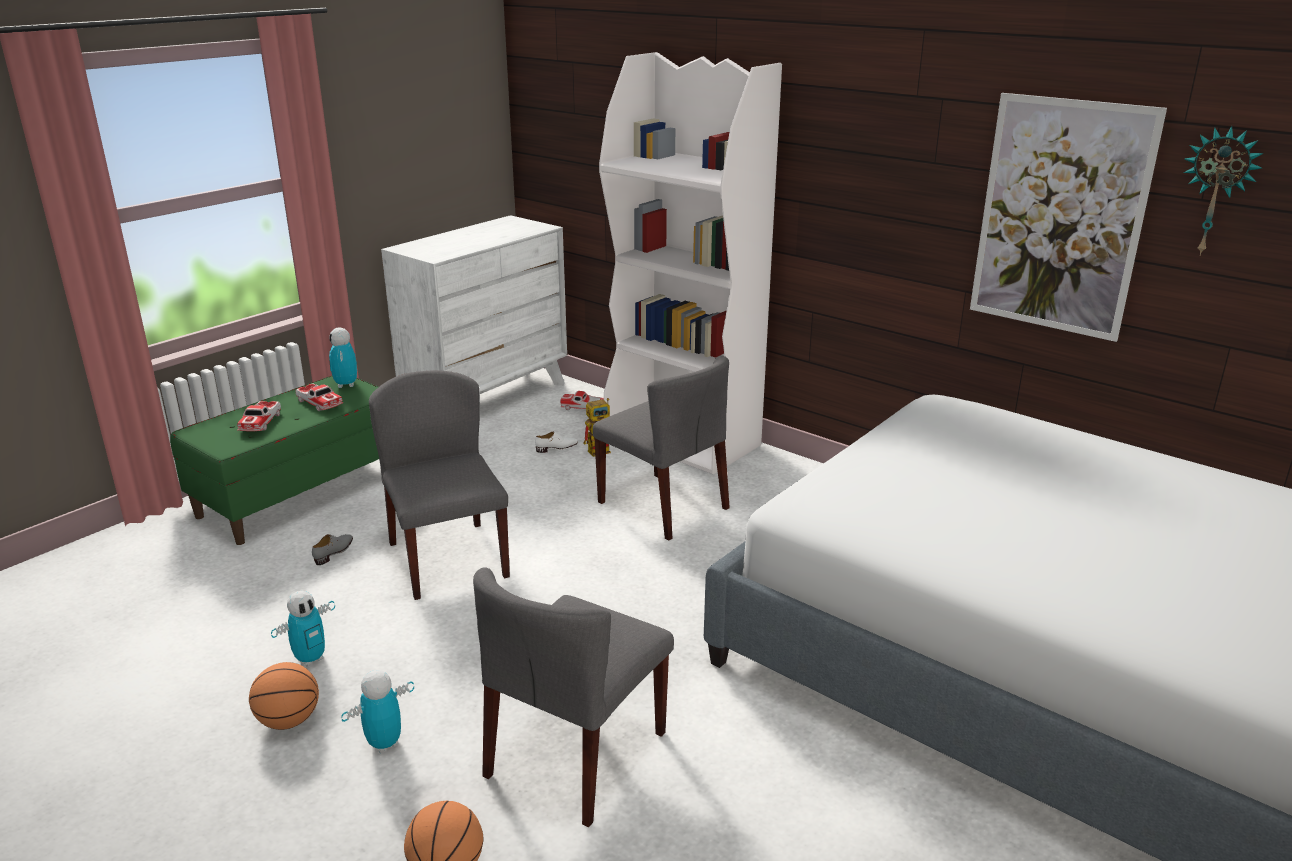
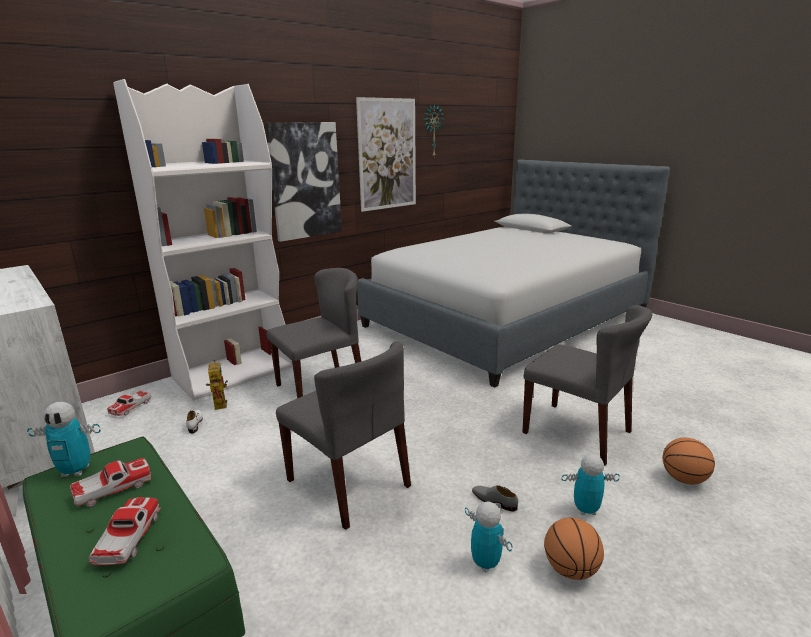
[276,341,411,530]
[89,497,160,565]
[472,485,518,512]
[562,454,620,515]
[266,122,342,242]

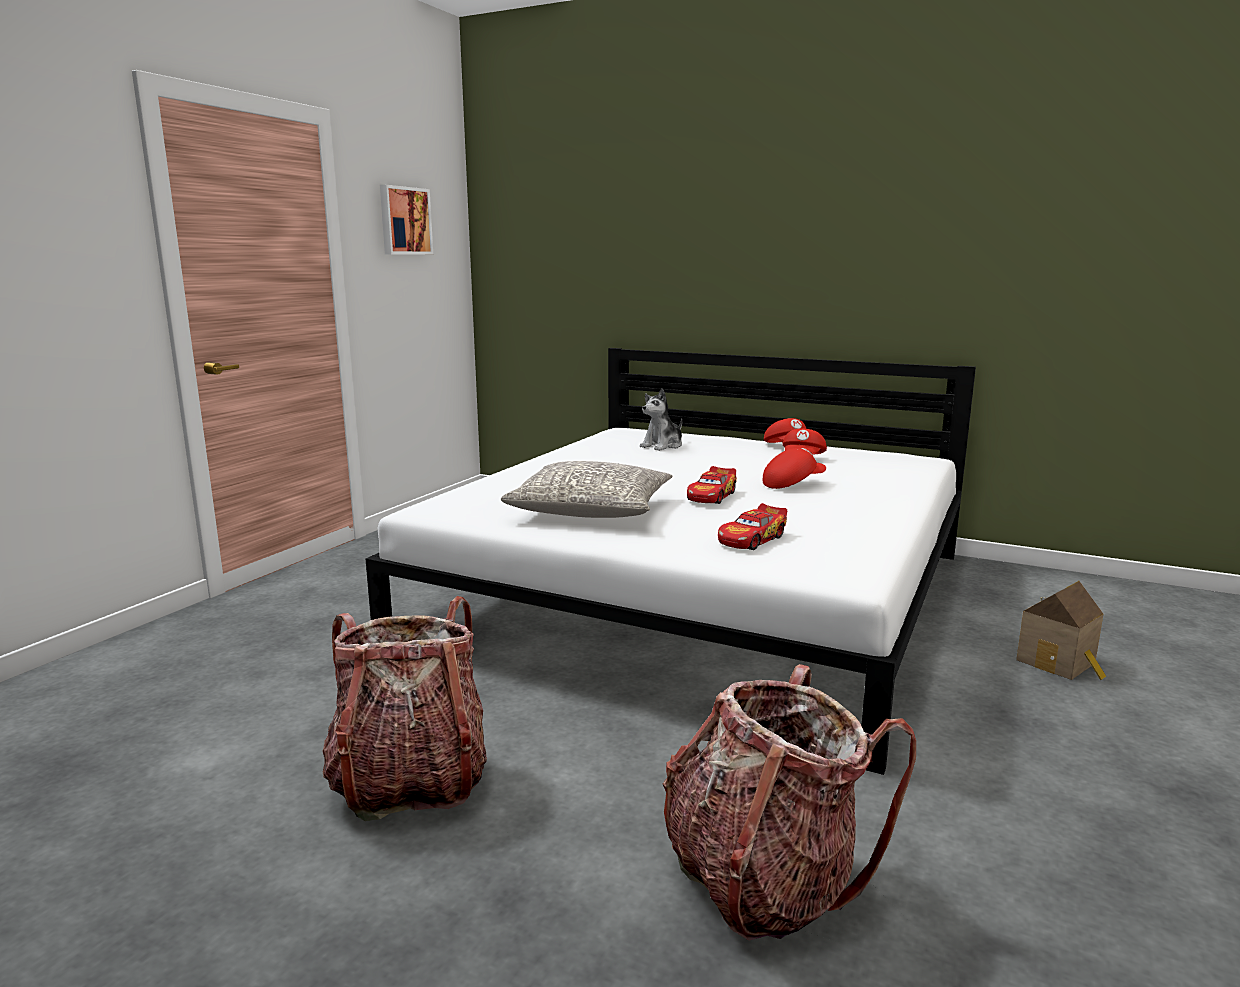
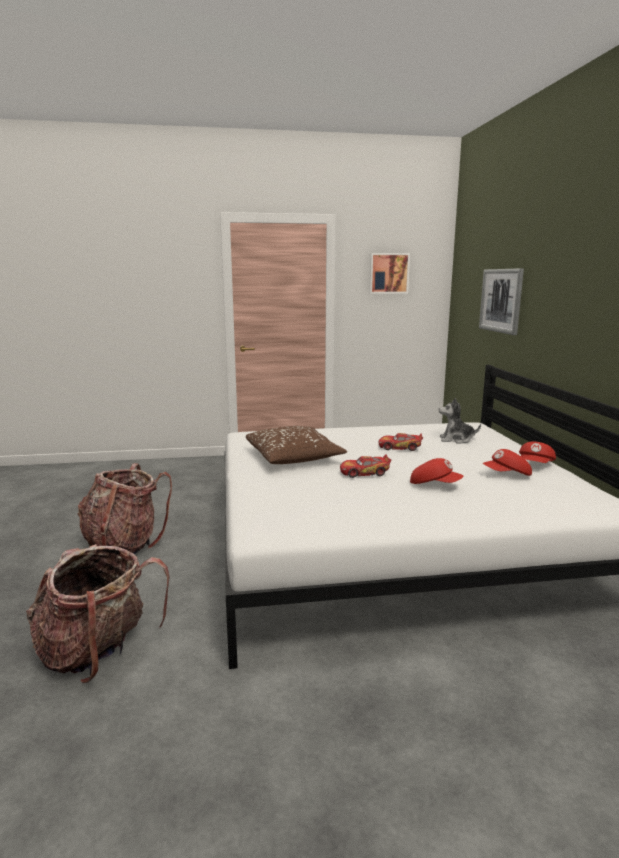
[246,426,347,464]
[379,433,423,451]
[1016,581,1106,680] (first image)
[479,268,524,335]

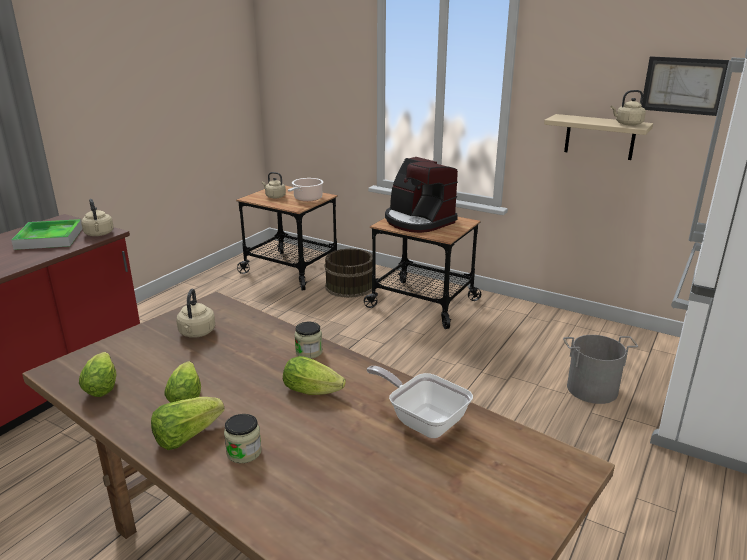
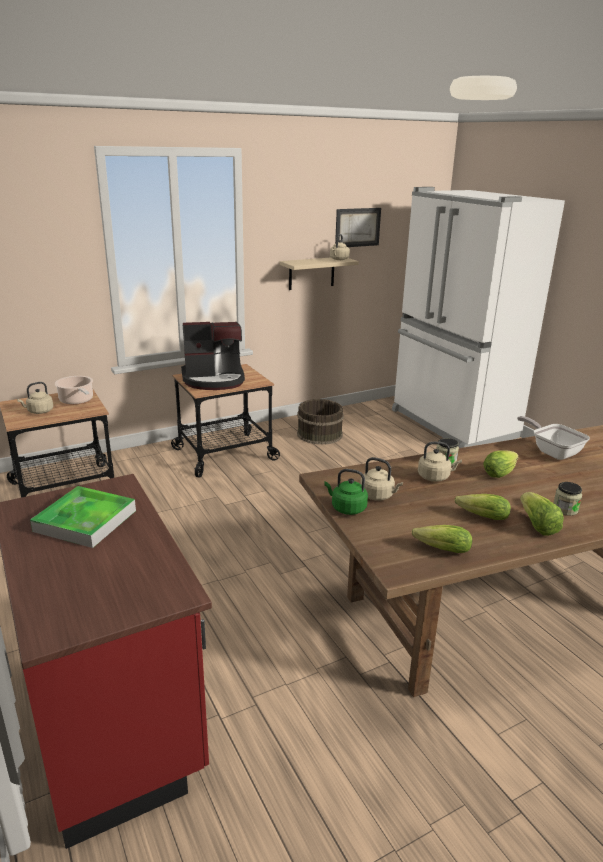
[418,442,462,482]
[297,399,344,445]
[563,335,638,404] (first image)
[517,416,590,460]
[324,469,368,515]

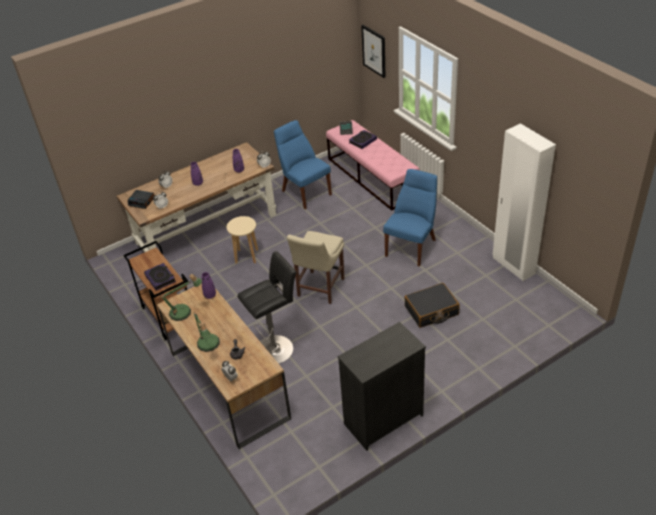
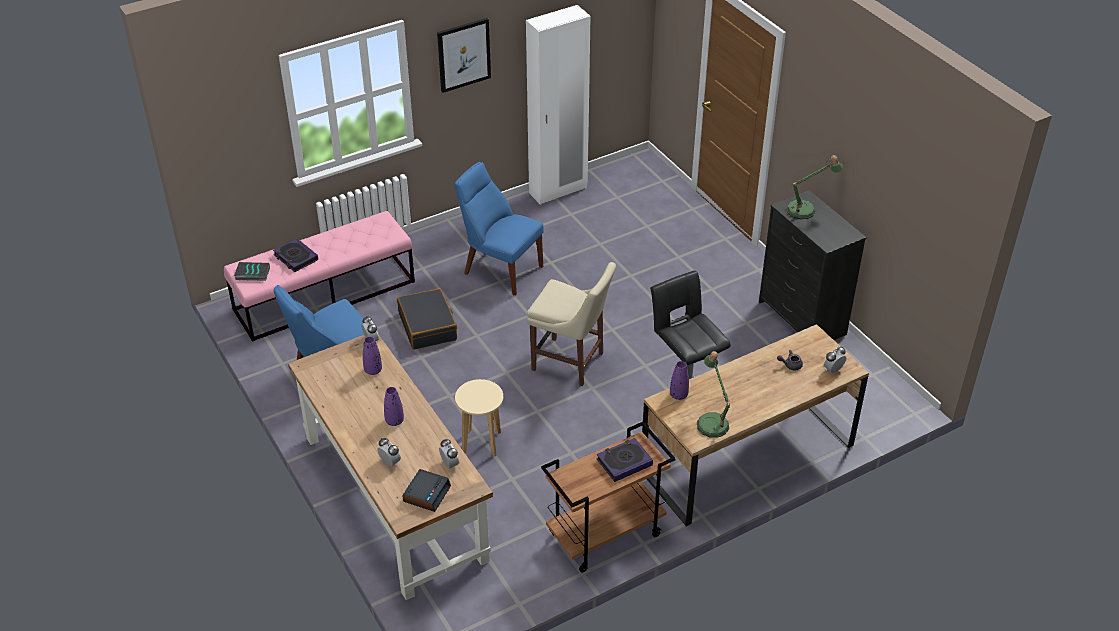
[437,18,491,93]
[397,288,457,350]
[786,155,843,219]

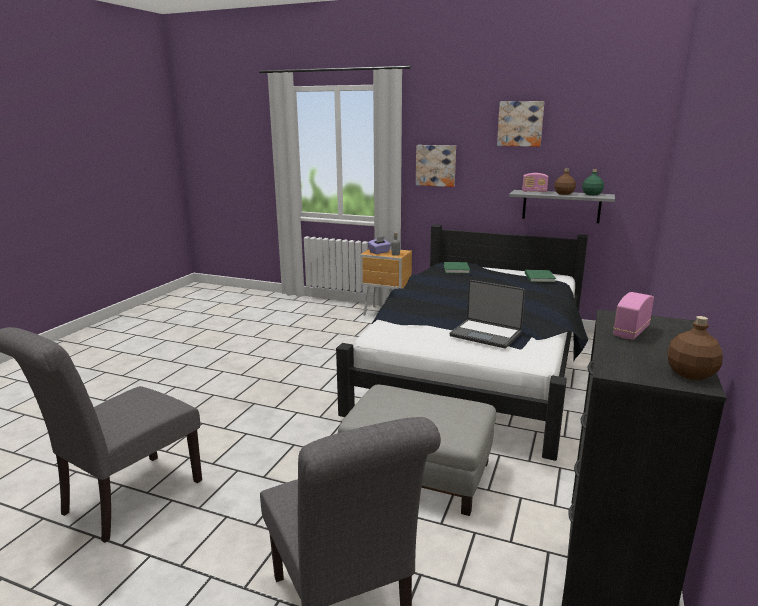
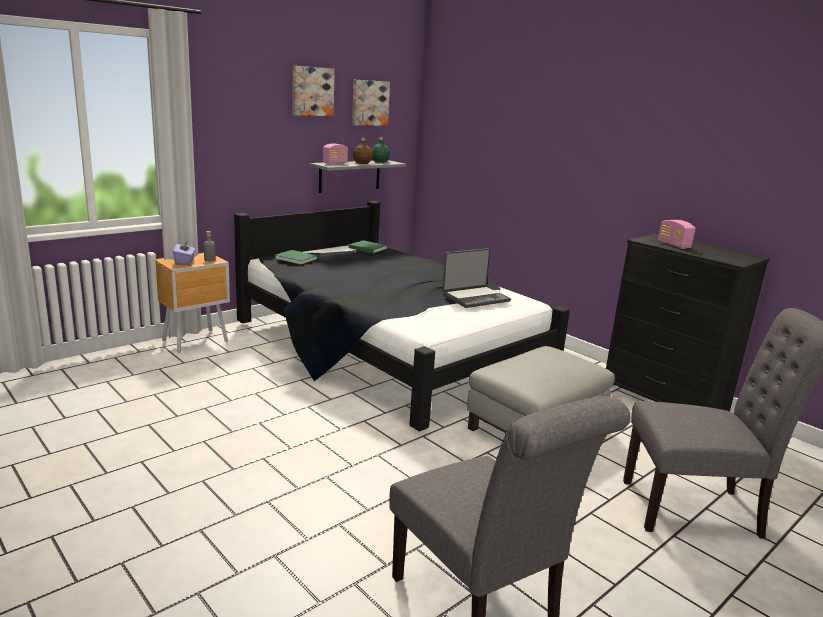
[352,80,390,126]
[668,316,723,380] (first image)

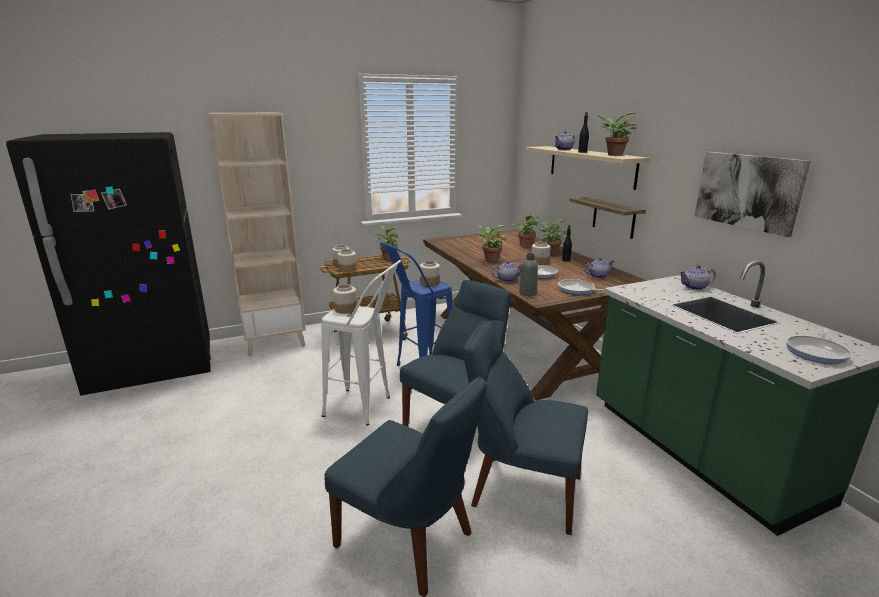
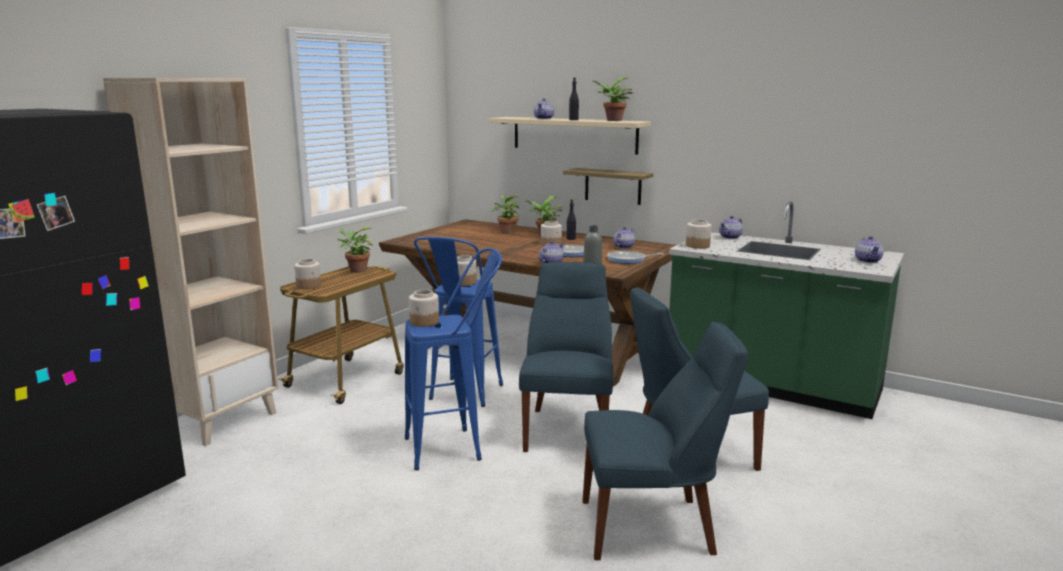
[694,152,811,237] (first image)
[478,225,506,262] (first image)
[686,219,711,249]
[405,248,502,470]
[855,236,884,263]

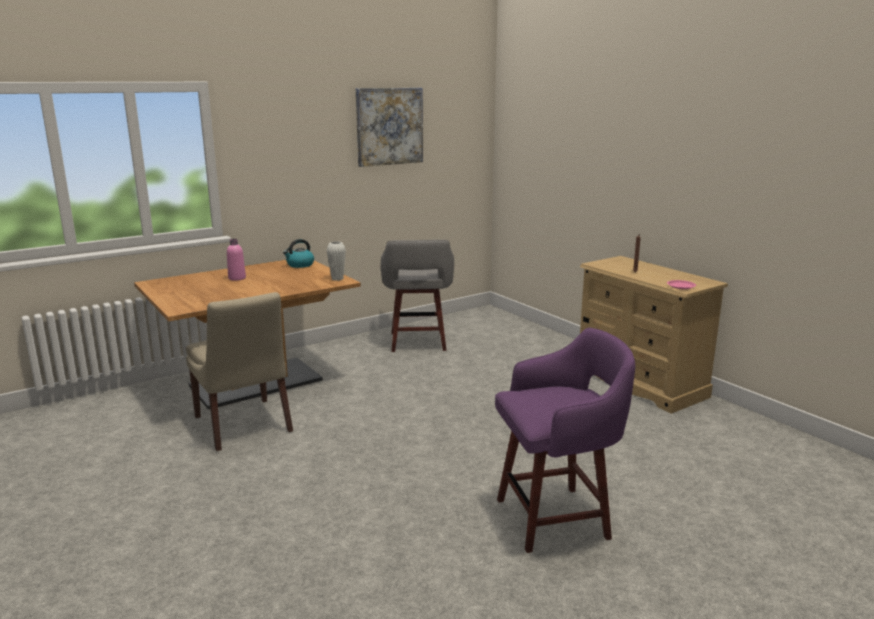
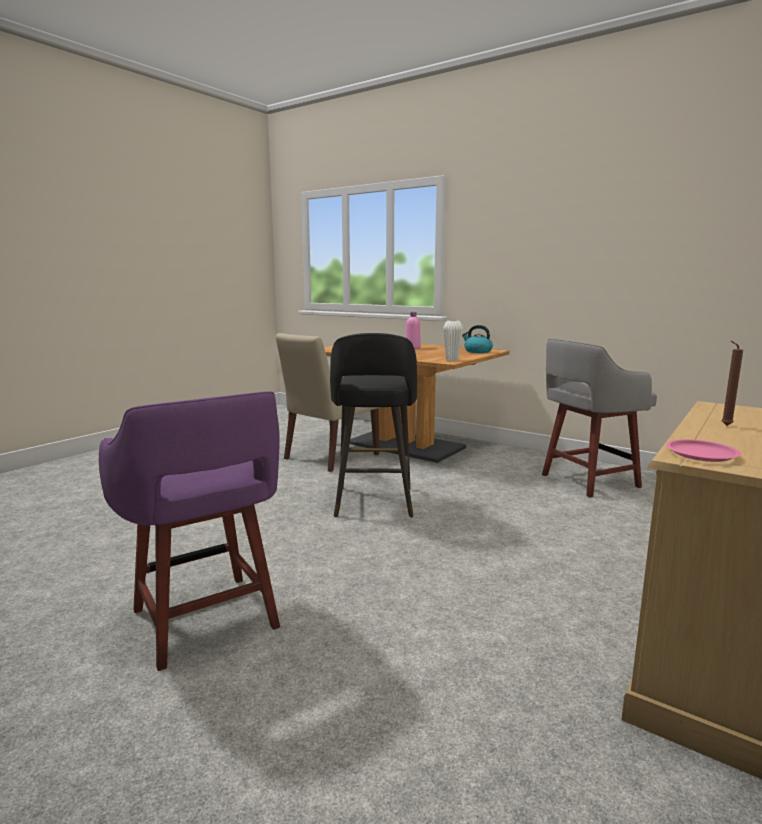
[356,88,423,167] (first image)
[330,333,417,517]

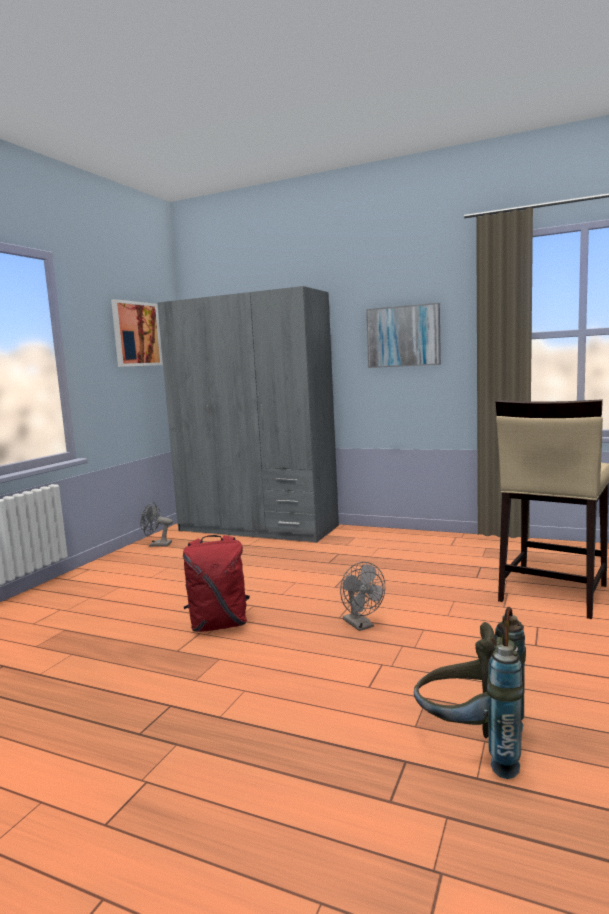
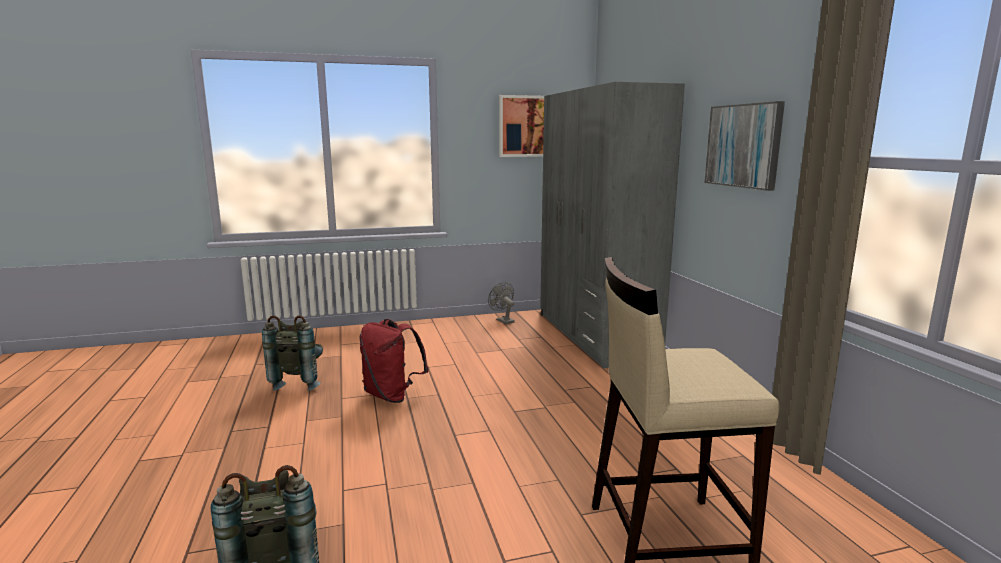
[340,562,385,631] (first image)
[262,316,323,391]

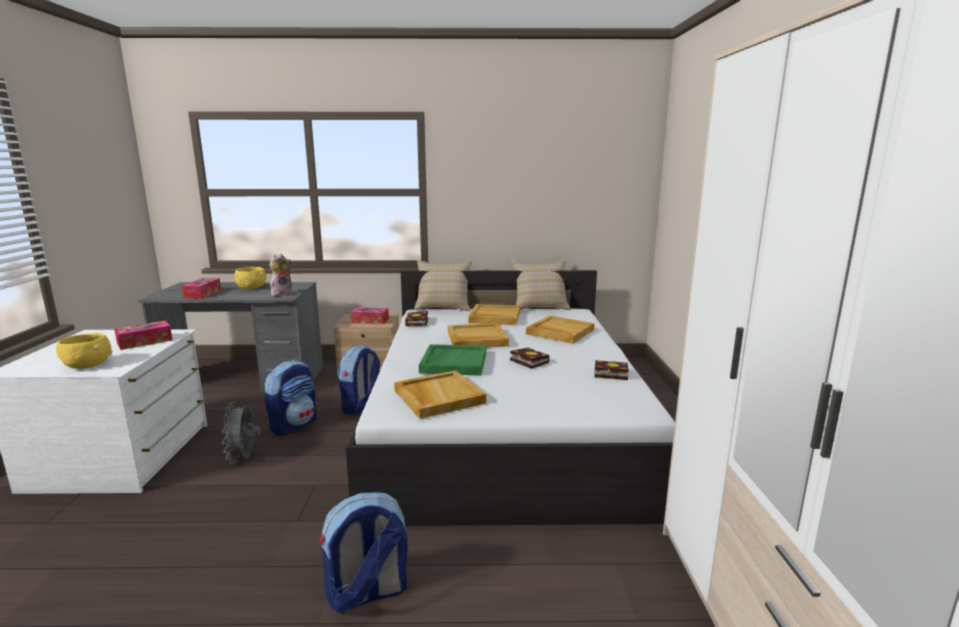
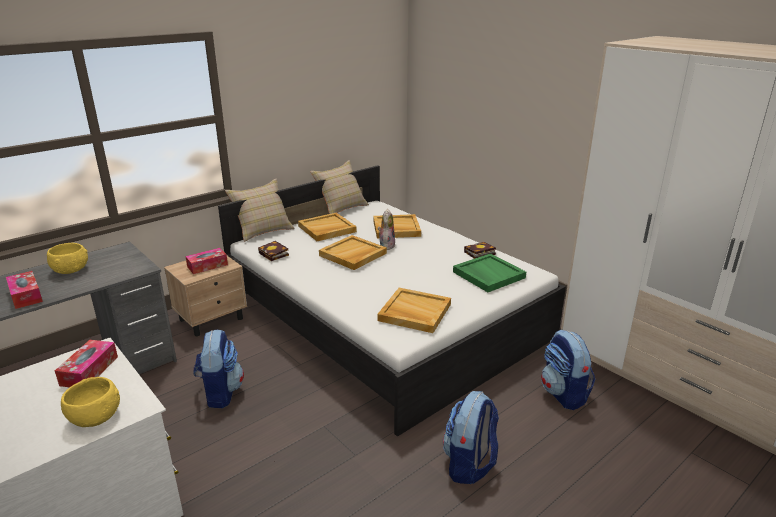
[378,209,395,250]
[453,253,526,292]
[541,329,595,410]
[510,347,549,369] (first image)
[222,402,261,464] (first image)

